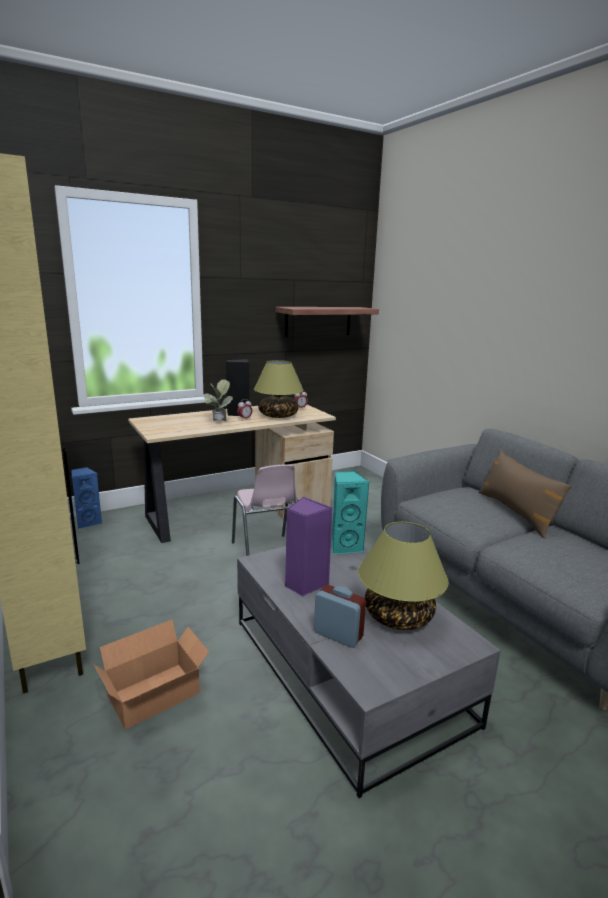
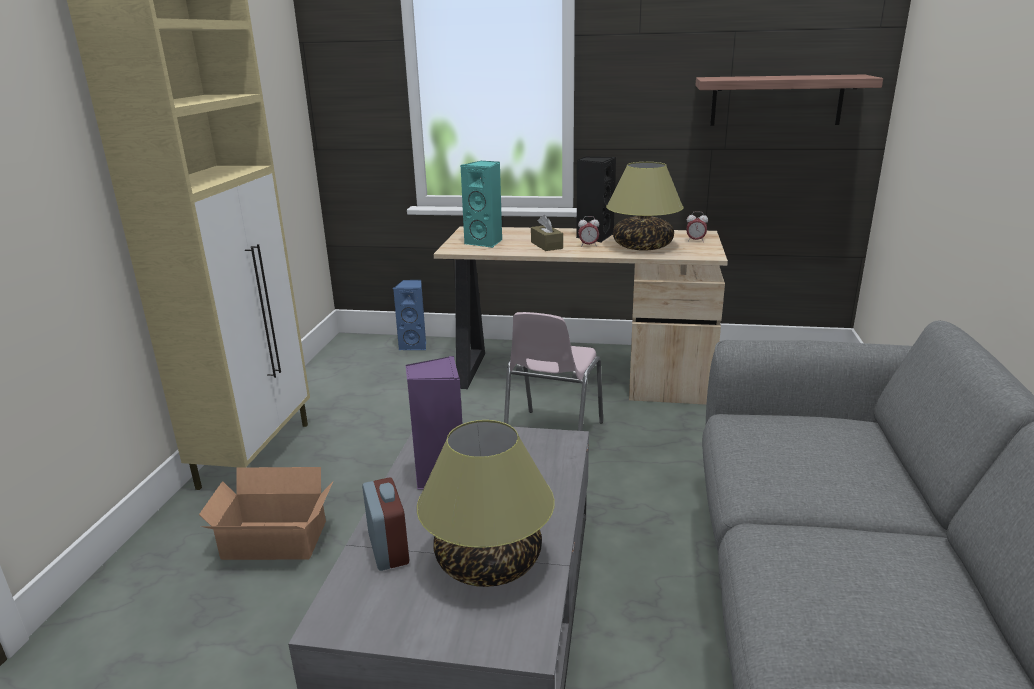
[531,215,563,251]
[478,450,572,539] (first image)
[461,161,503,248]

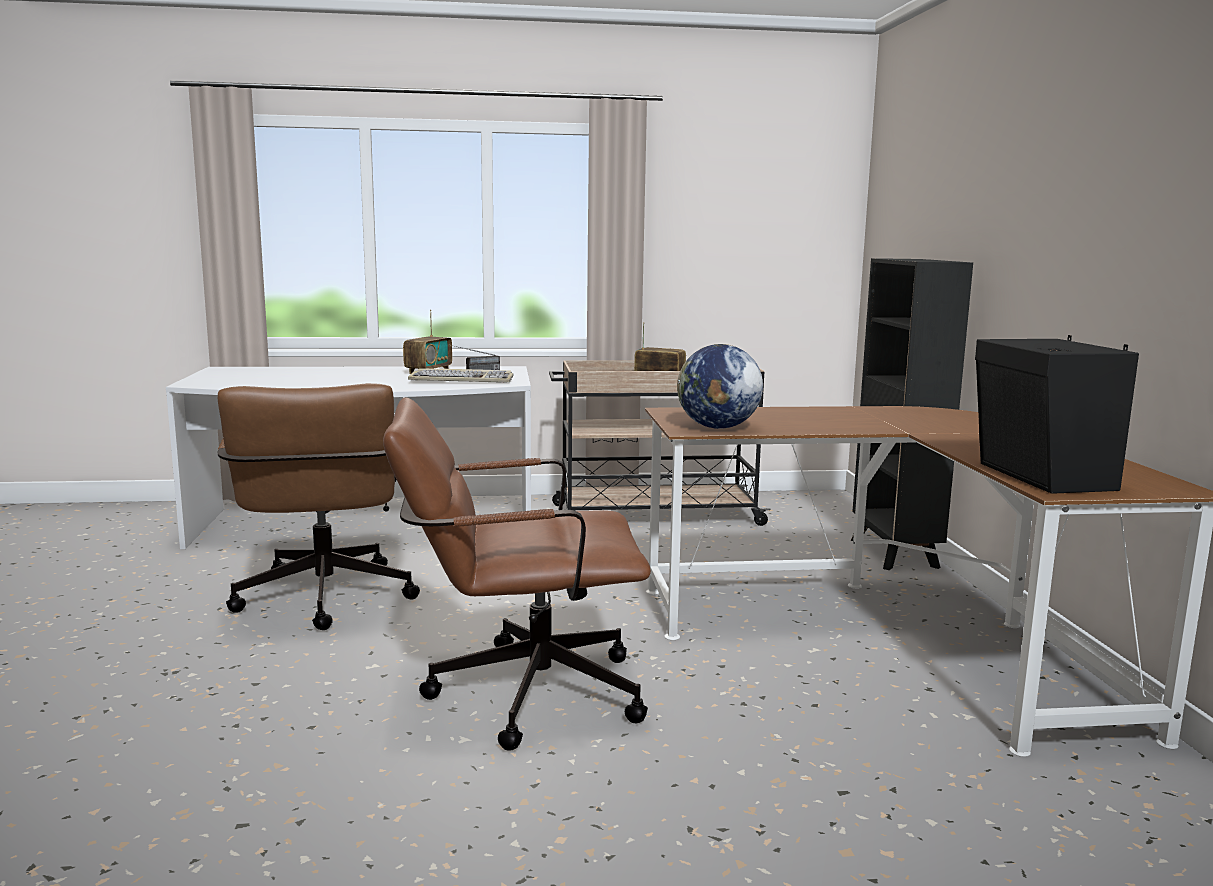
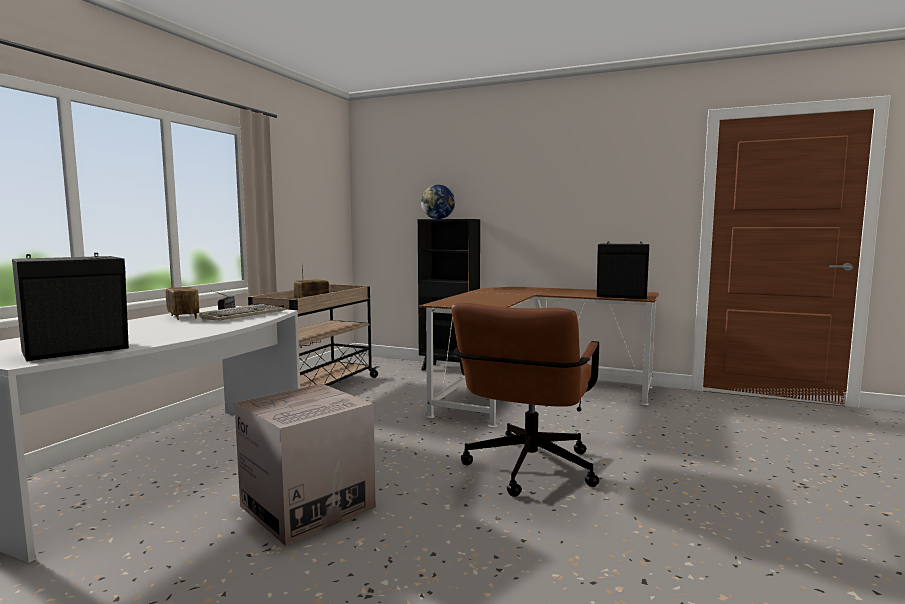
[421,185,455,219]
[235,384,376,546]
[12,253,129,361]

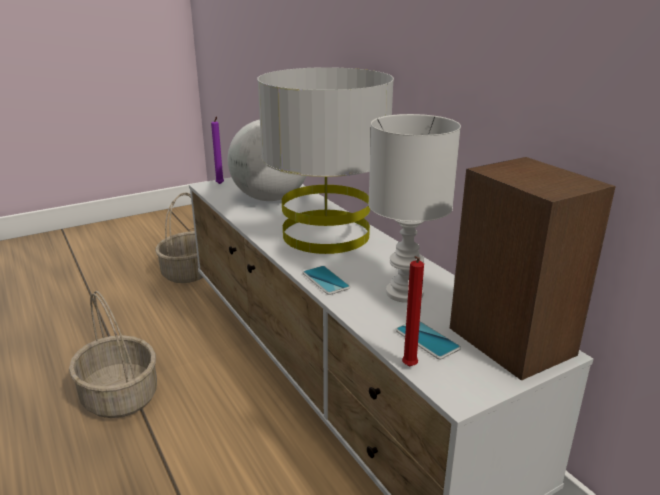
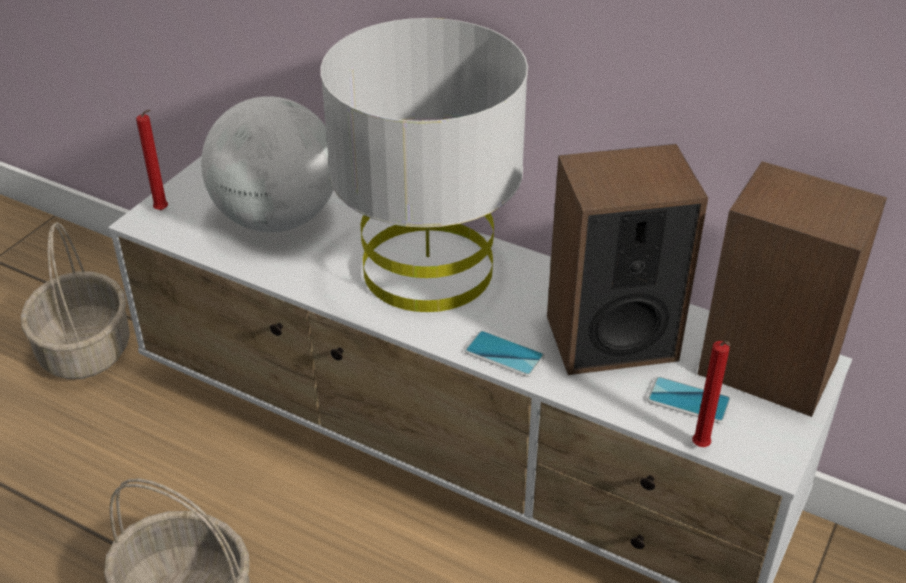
[547,144,708,375]
[136,110,168,210]

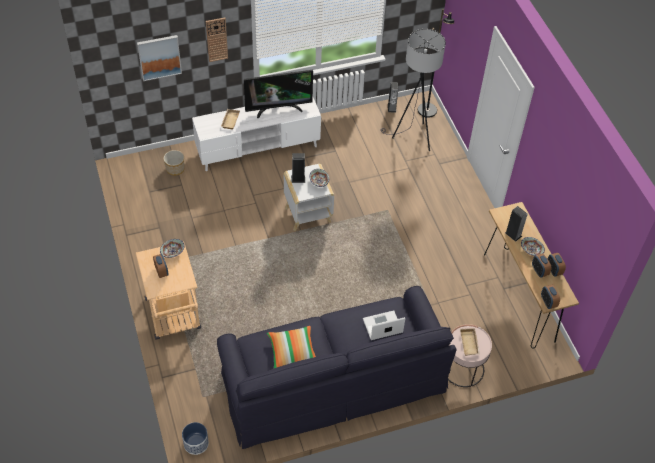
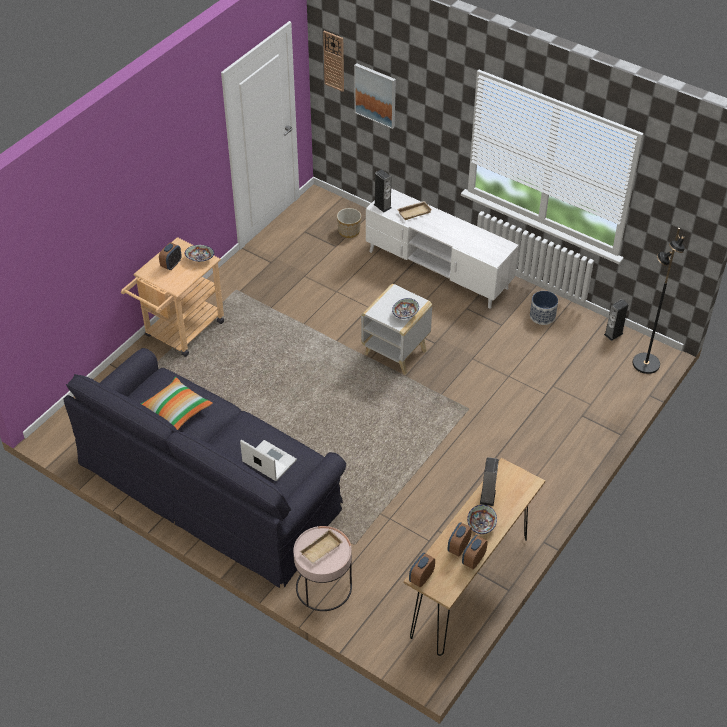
[323,31,344,92]
[381,29,446,151] (first image)
[244,70,313,118] (first image)
[374,169,392,212]
[530,291,558,325]

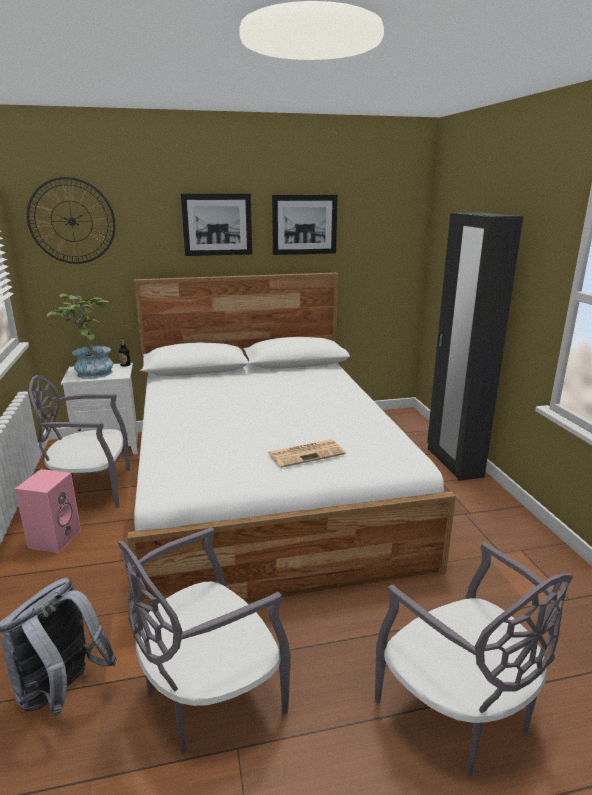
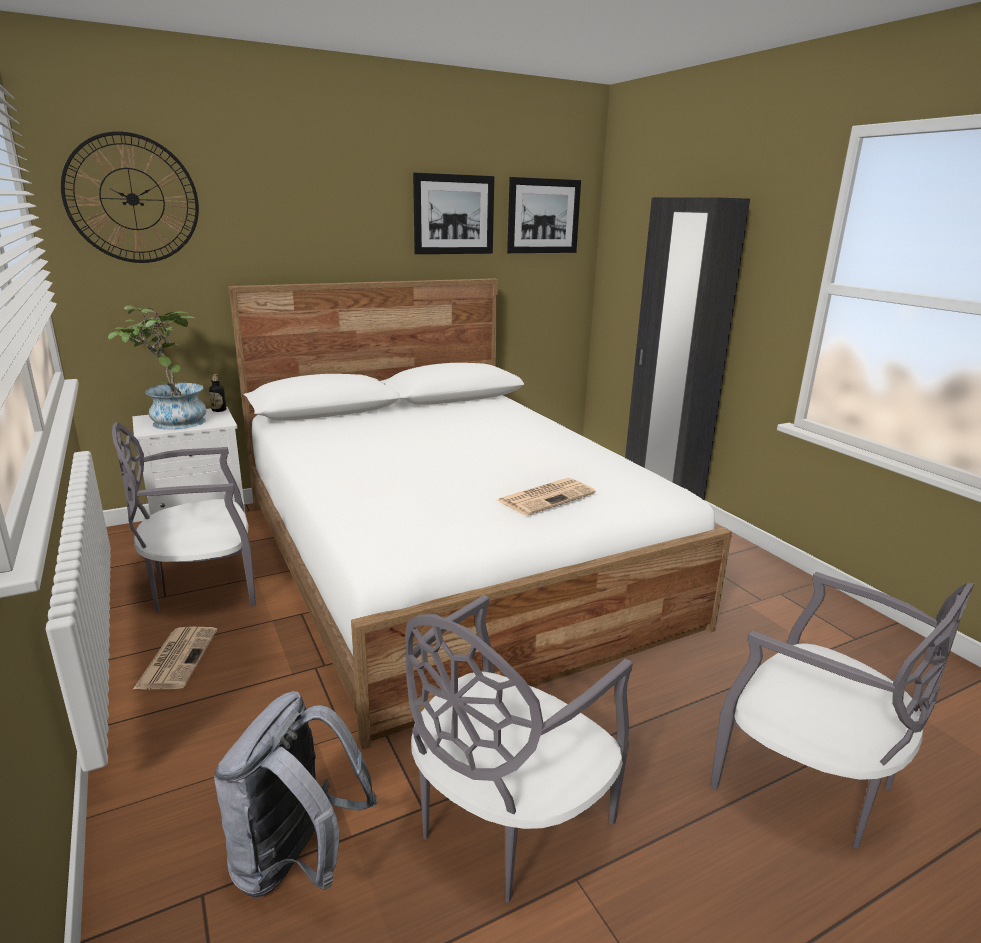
[507,177,581,253]
[133,627,217,689]

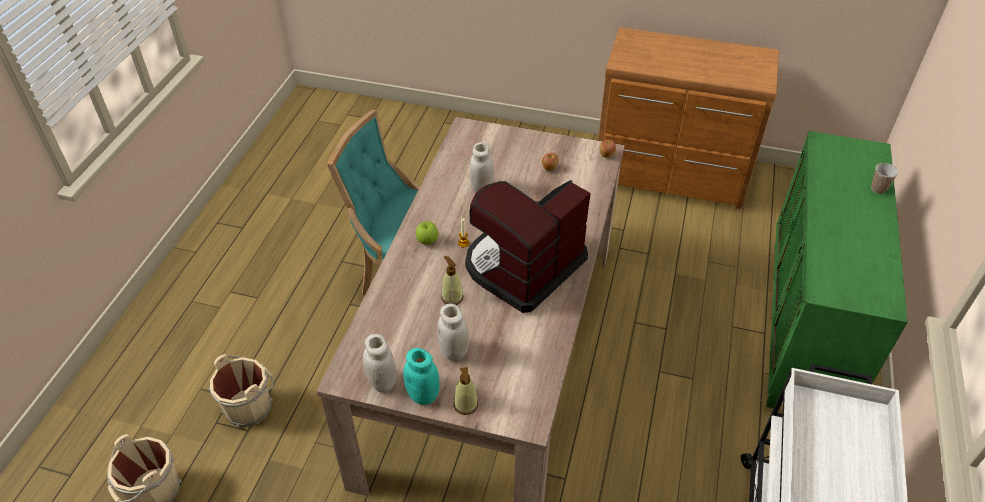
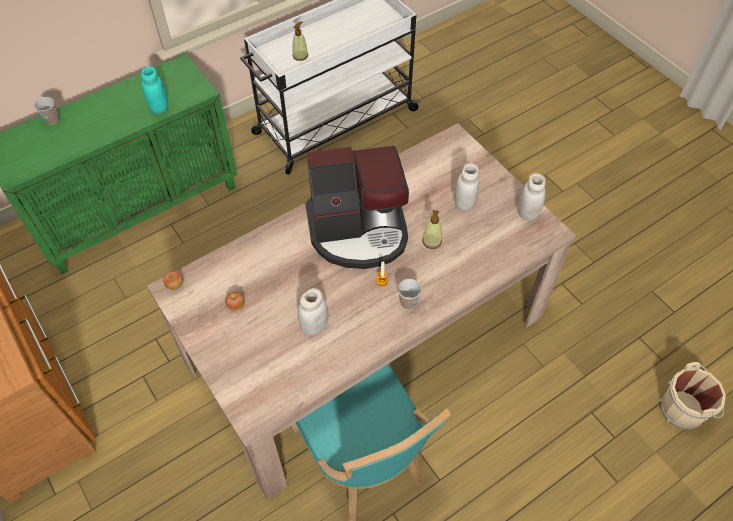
[398,279,422,309]
[141,67,168,114]
[208,354,274,427] (first image)
[292,21,308,61]

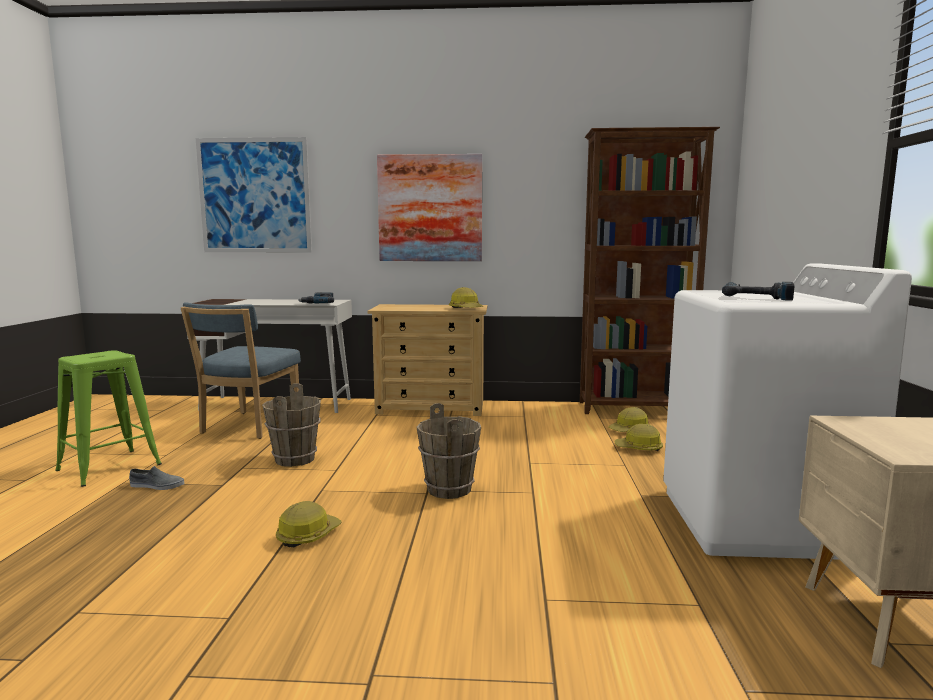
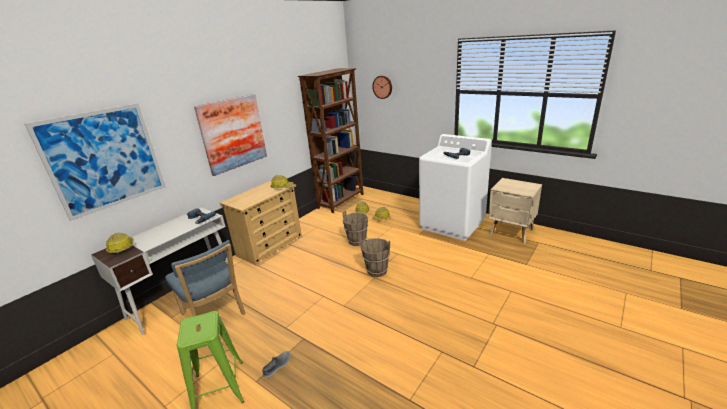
[343,211,368,246]
[106,233,133,254]
[372,76,392,99]

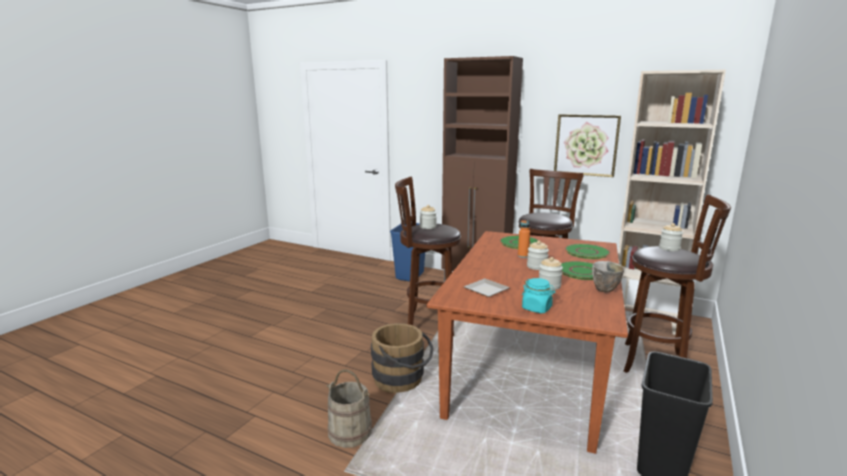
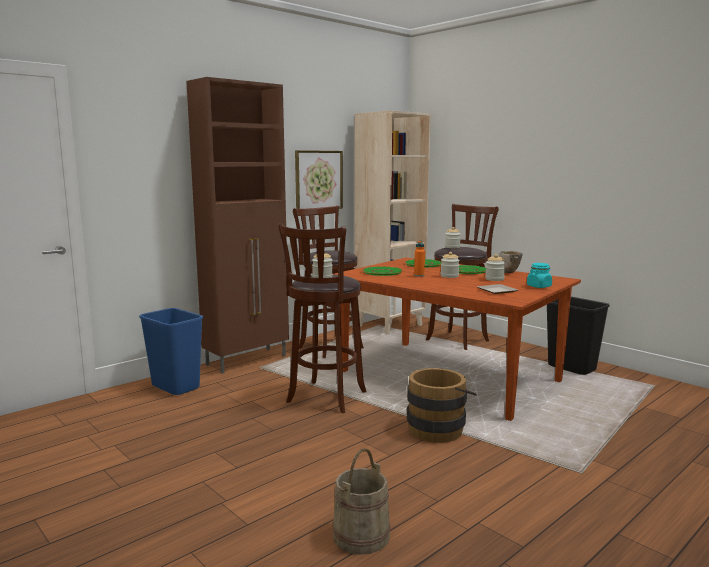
[332,448,391,555]

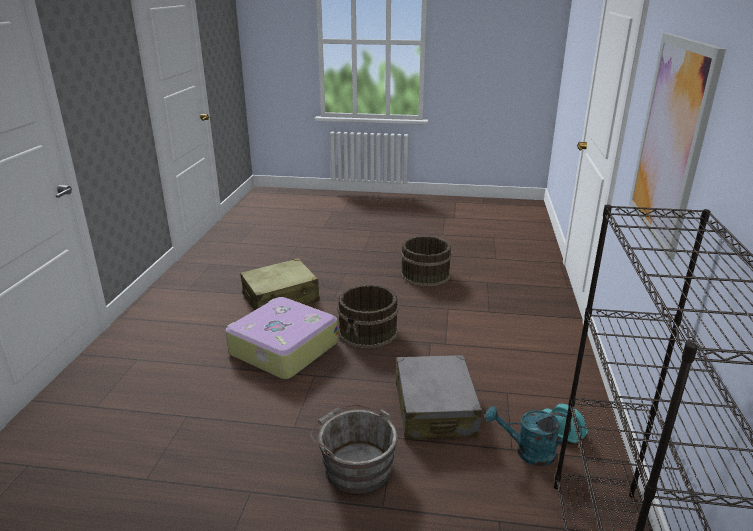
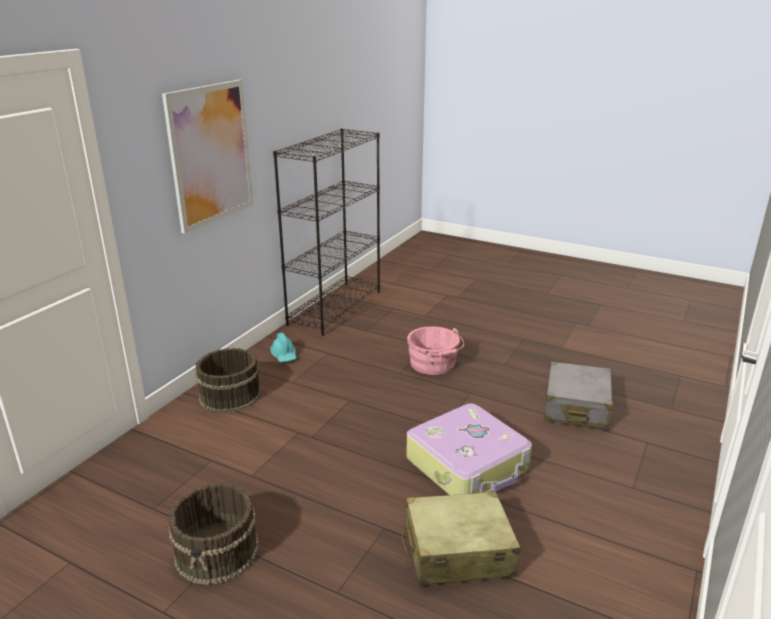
[195,348,261,413]
[544,362,613,430]
[407,326,464,375]
[485,406,571,466] (first image)

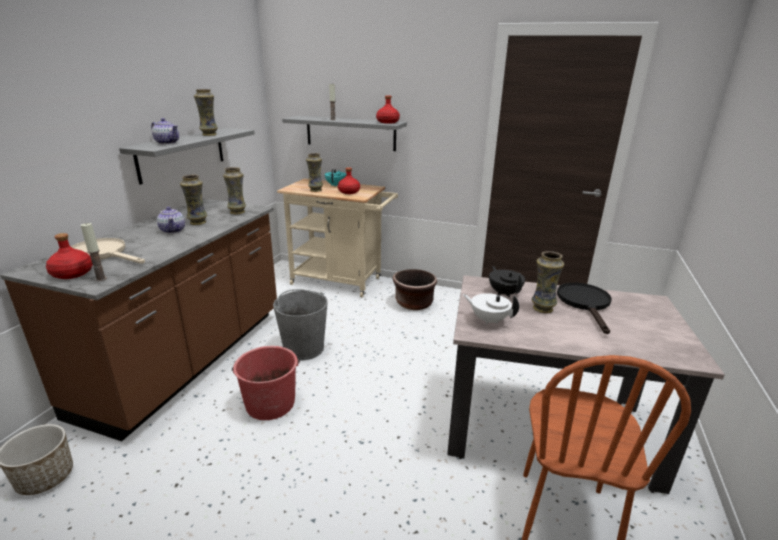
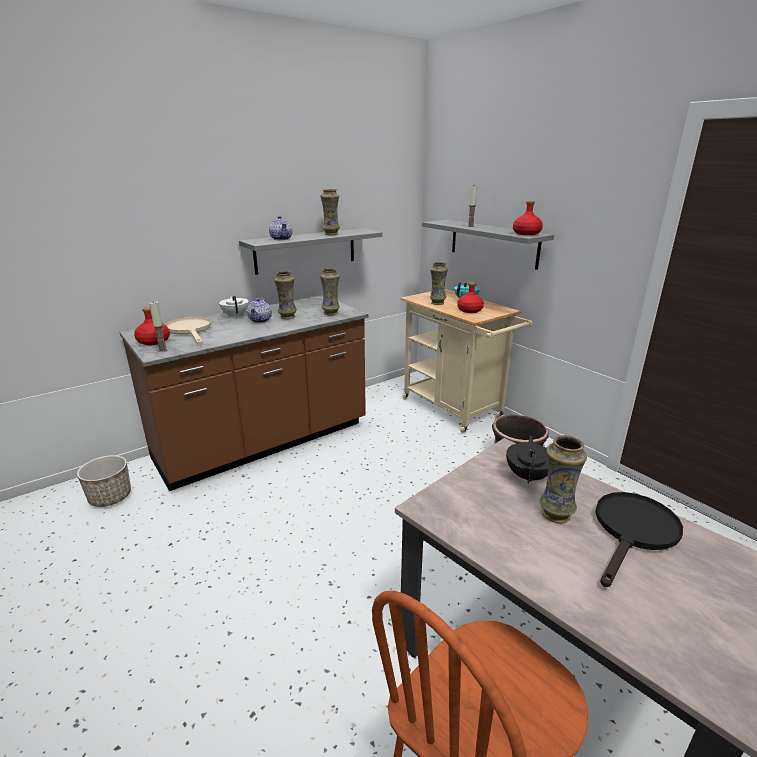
[273,289,328,360] (first image)
[219,295,249,318]
[232,346,300,420] (first image)

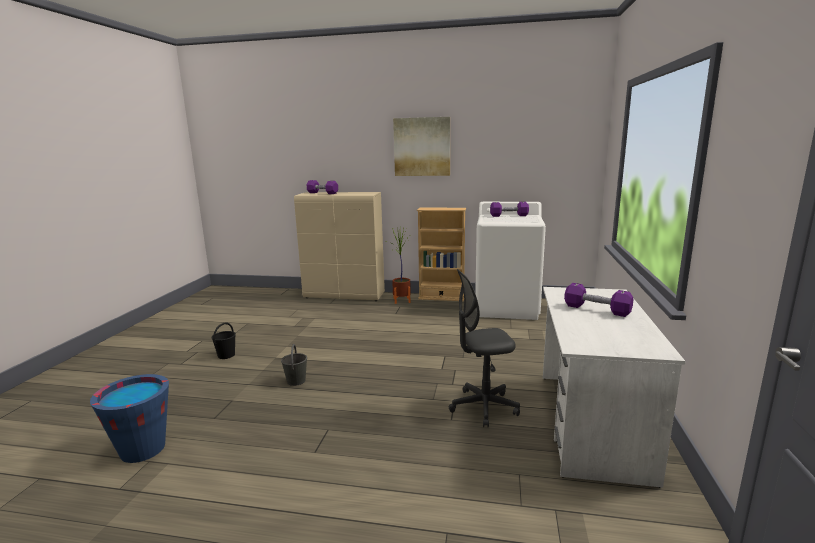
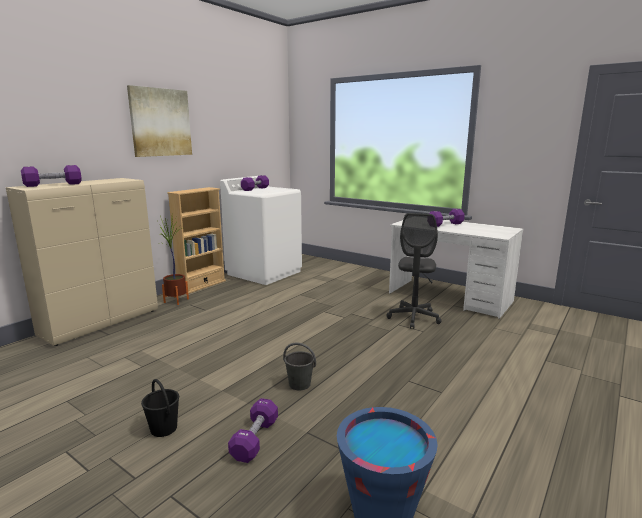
[228,398,278,463]

